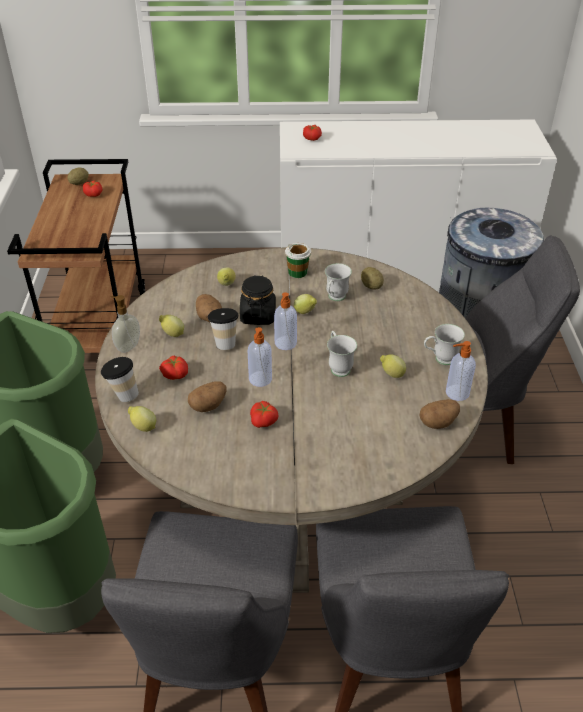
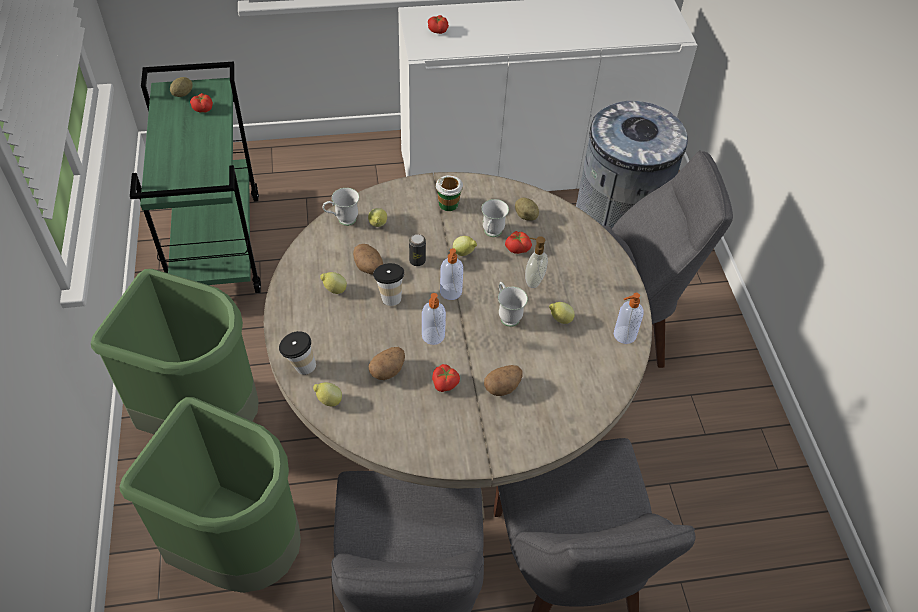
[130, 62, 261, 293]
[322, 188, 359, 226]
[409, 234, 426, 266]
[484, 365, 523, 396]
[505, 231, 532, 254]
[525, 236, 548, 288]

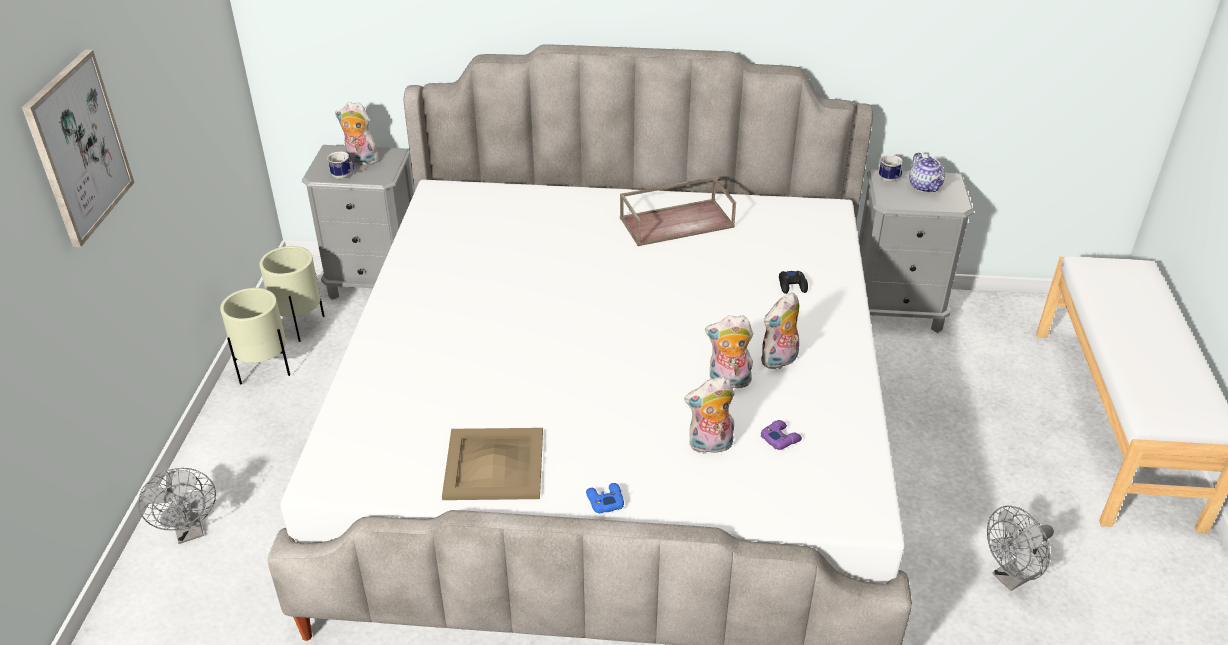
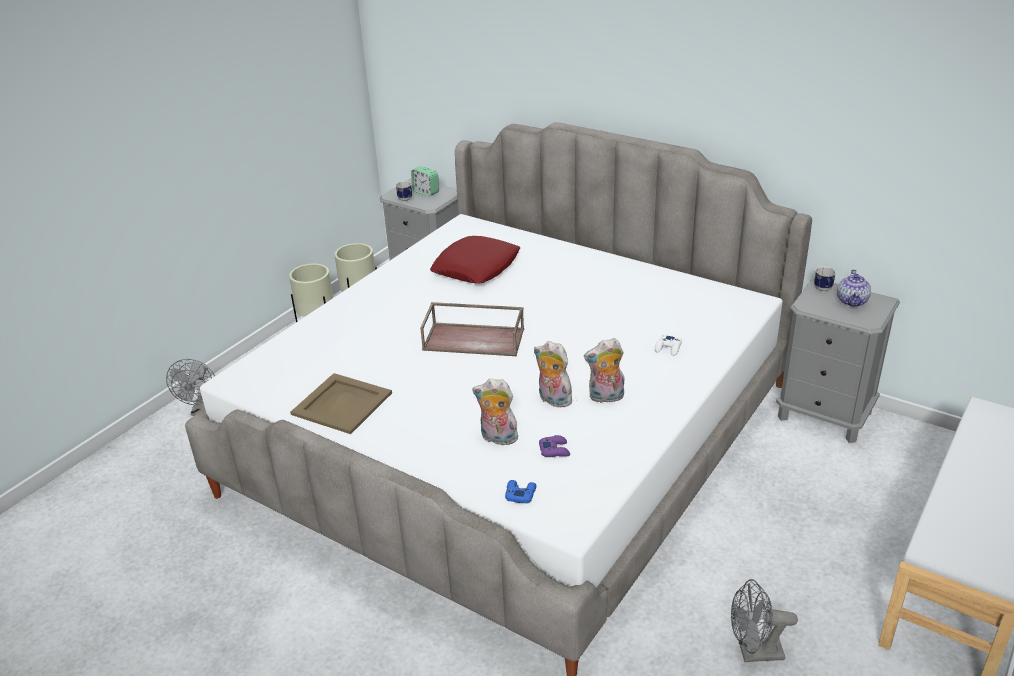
[411, 166, 439, 196]
[420, 302, 524, 356]
[430, 236, 520, 284]
[505, 480, 536, 503]
[655, 334, 682, 356]
[22, 49, 134, 247] (first image)

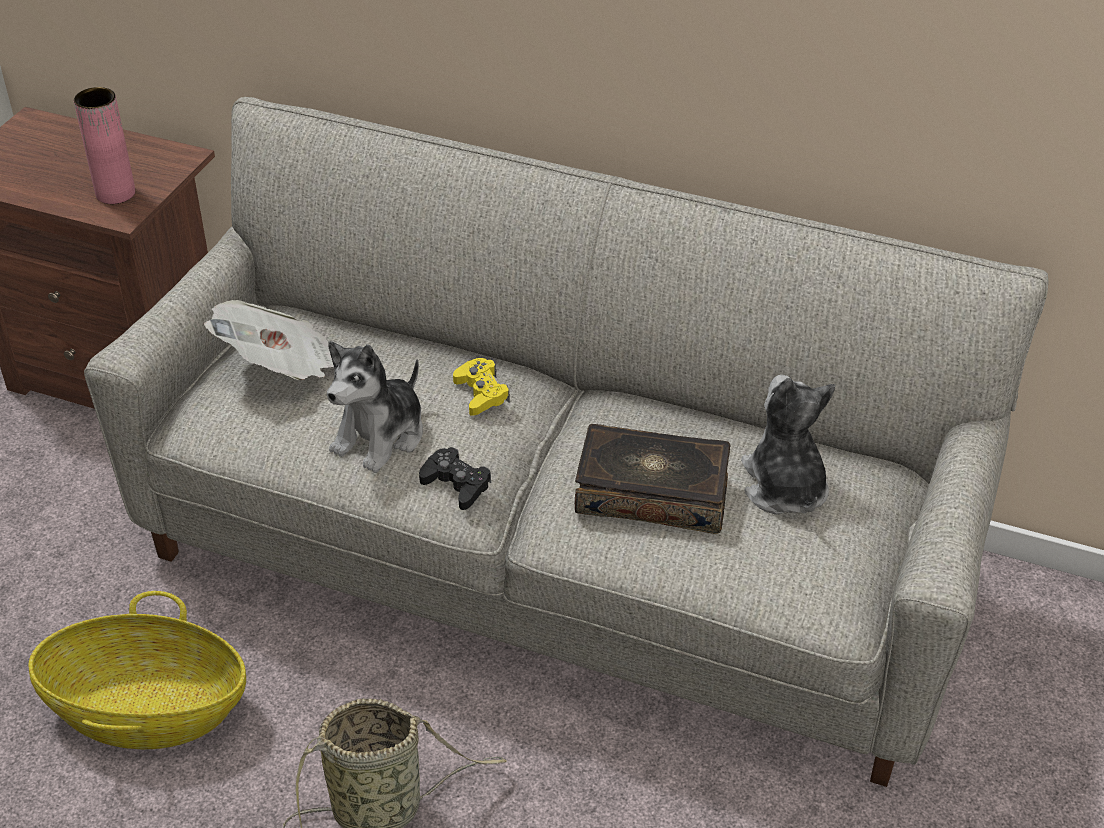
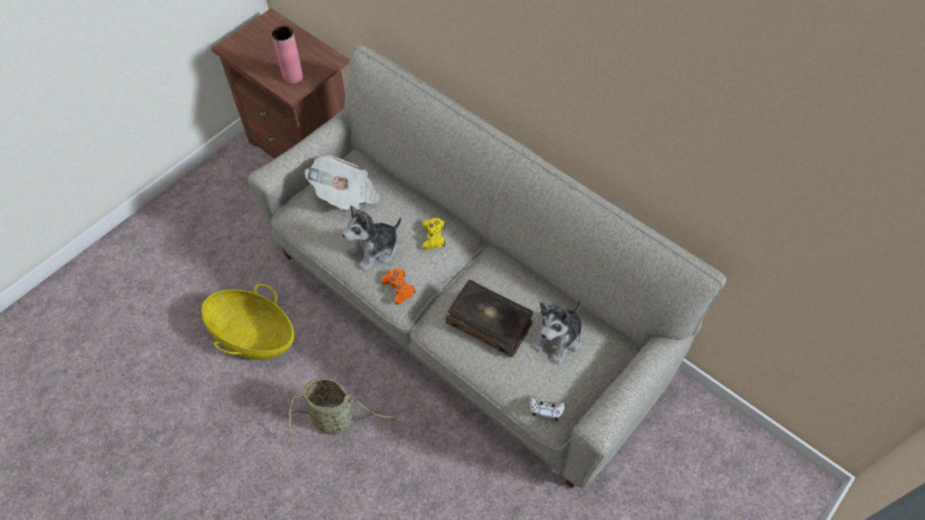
[382, 269, 415, 305]
[530, 396, 565, 421]
[532, 299, 582, 364]

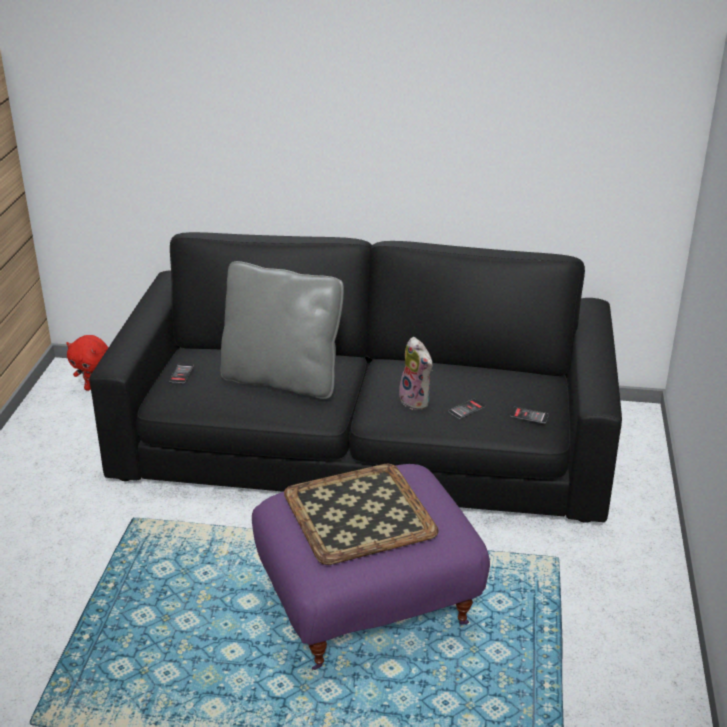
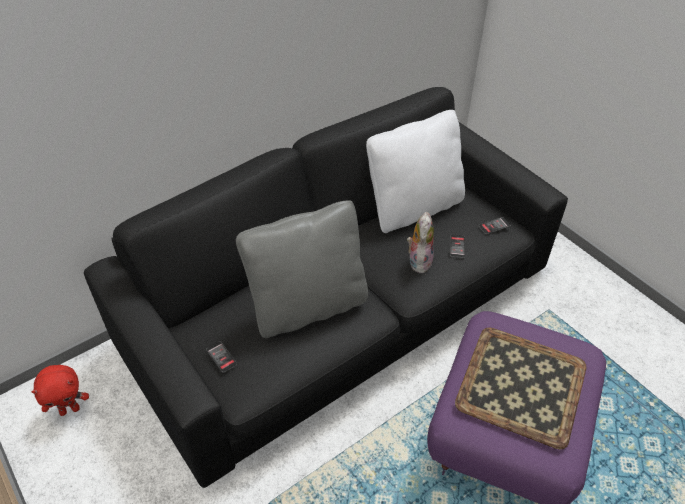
[366, 110, 465, 233]
[407, 212, 434, 273]

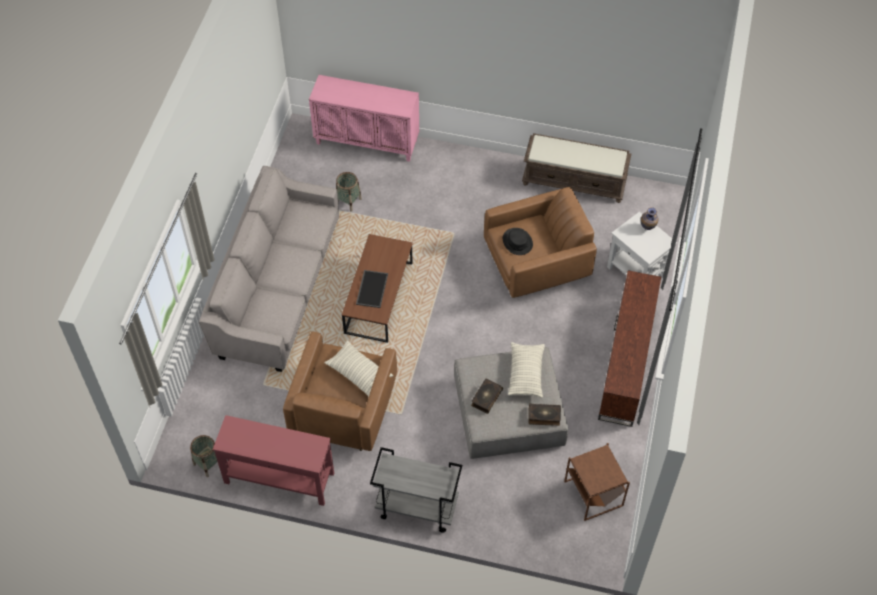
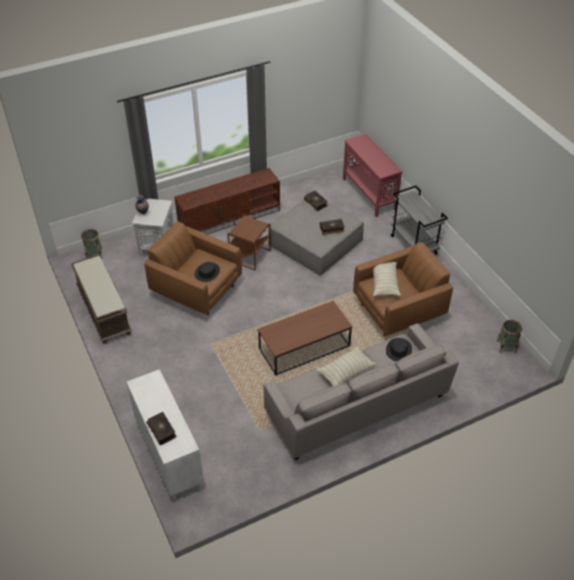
[81, 229, 102, 259]
[126, 369, 204, 500]
[147, 412, 177, 445]
[227, 214, 271, 270]
[316, 346, 376, 386]
[343, 134, 403, 217]
[386, 338, 412, 361]
[356, 270, 388, 308] (first image)

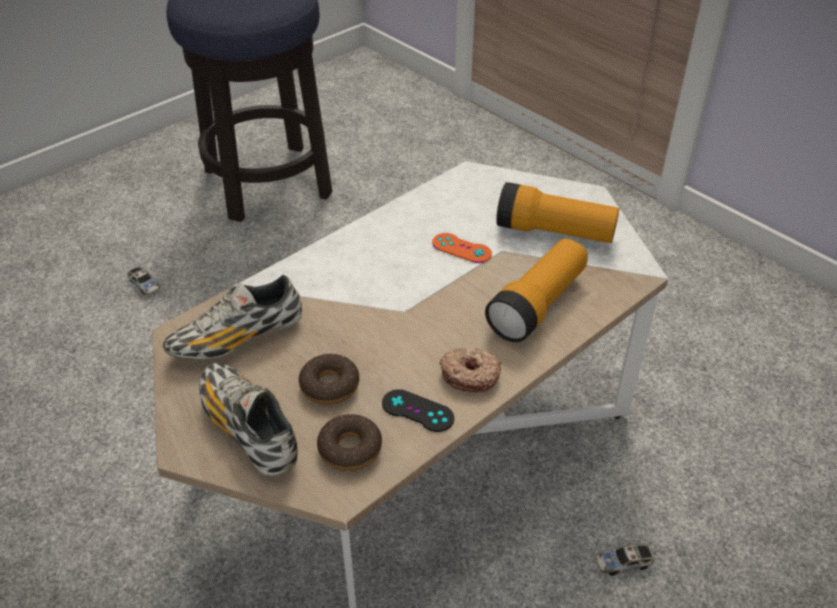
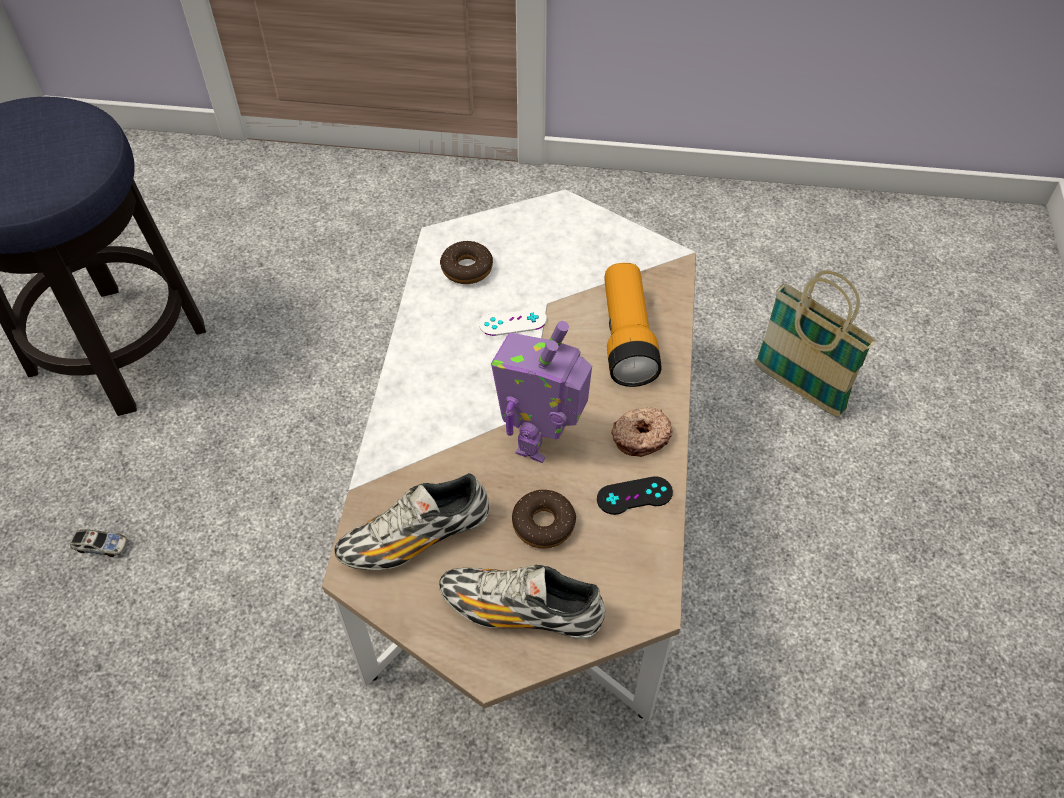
[334, 473, 489, 570]
[440, 241, 493, 284]
[479, 307, 547, 336]
[491, 321, 592, 463]
[755, 270, 876, 417]
[496, 182, 619, 243] (first image)
[596, 544, 654, 576] (first image)

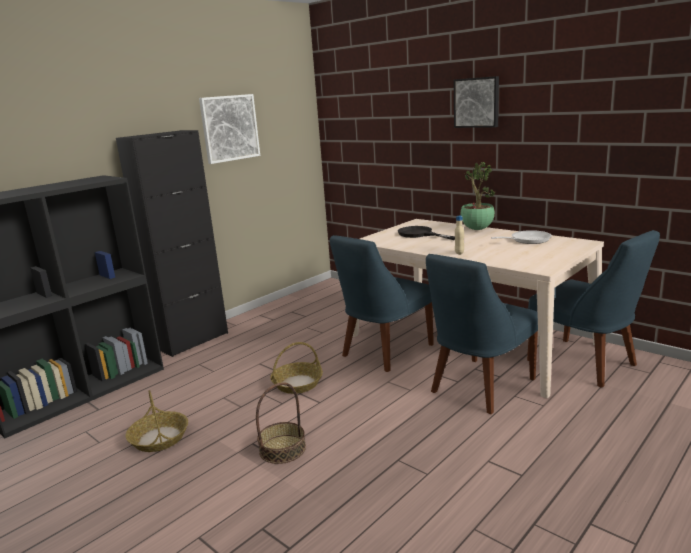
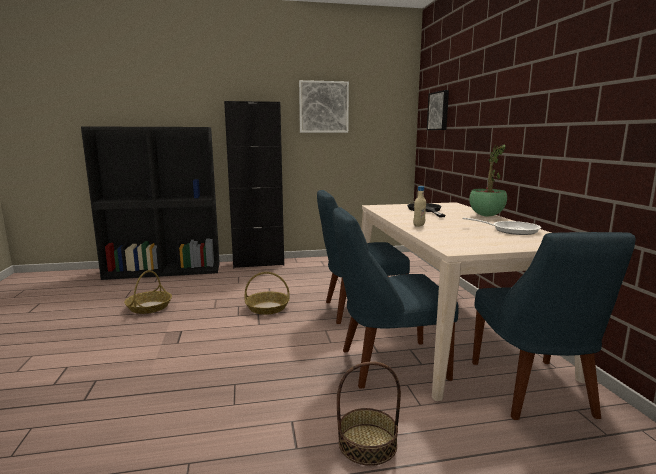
[337, 362, 401, 466]
[427, 90, 449, 130]

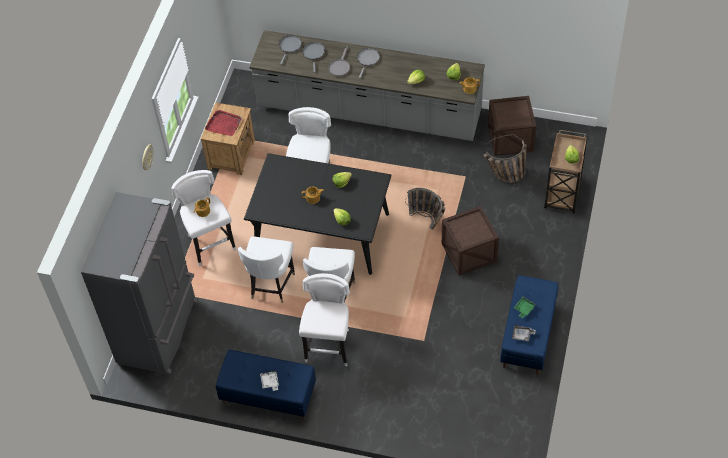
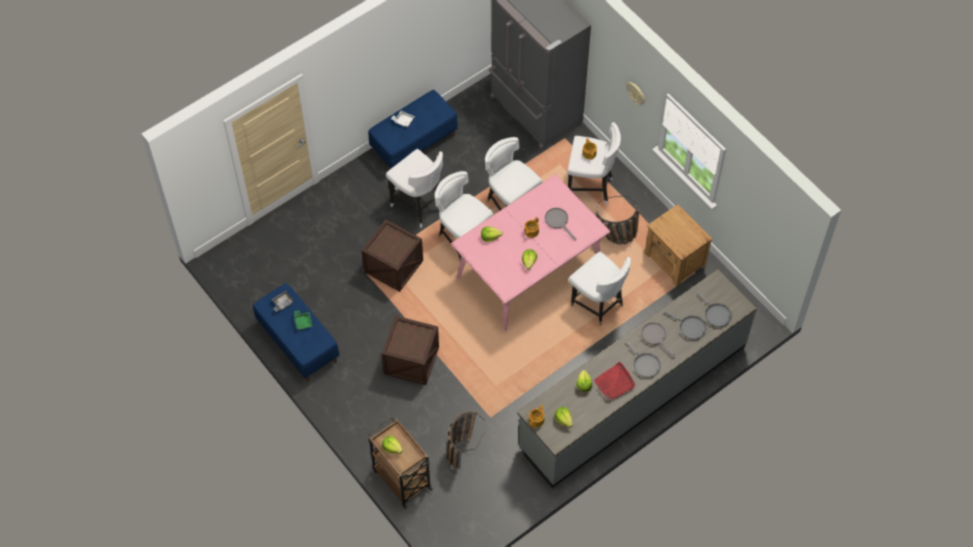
[361, 219, 423, 292]
[451, 174, 611, 331]
[545, 208, 576, 241]
[594, 196, 640, 245]
[594, 362, 635, 400]

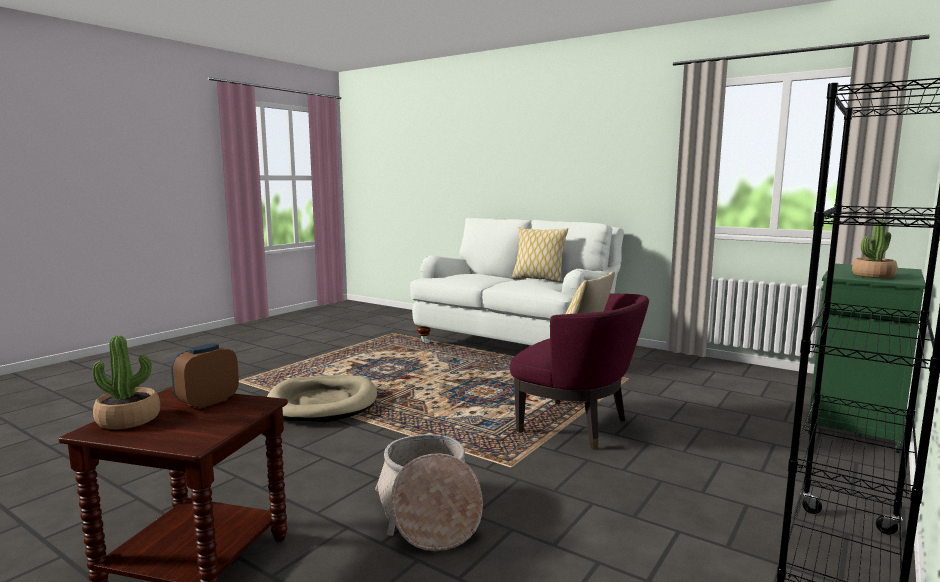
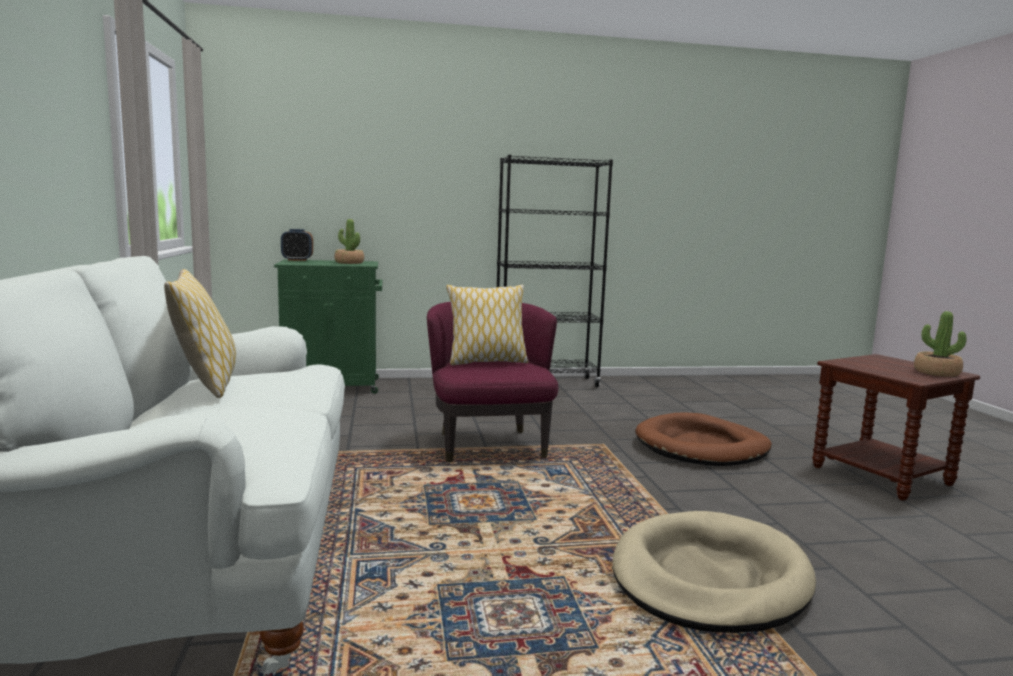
[281, 229, 313, 261]
[635, 412, 772, 466]

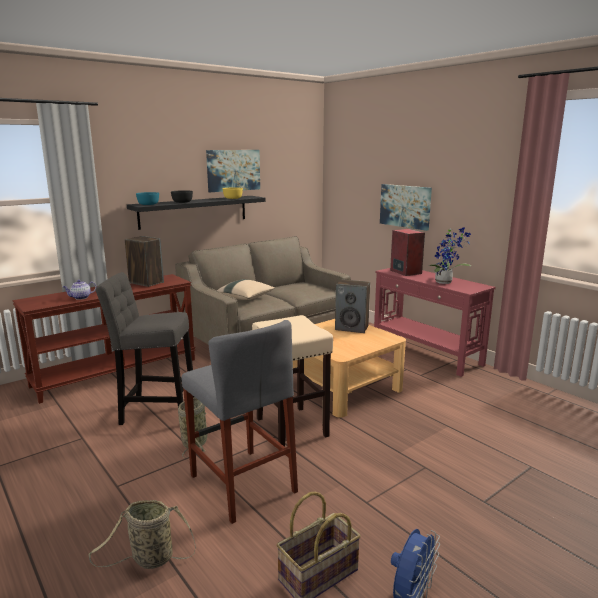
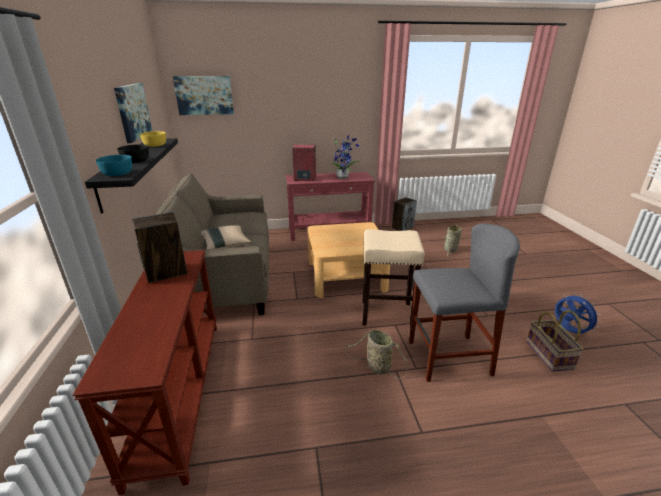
[173, 76, 234, 115]
[392, 197, 417, 231]
[443, 224, 462, 258]
[63, 280, 97, 300] (first image)
[96, 272, 194, 425] (first image)

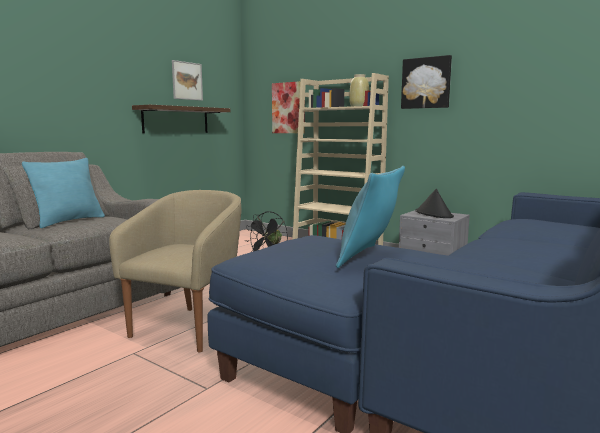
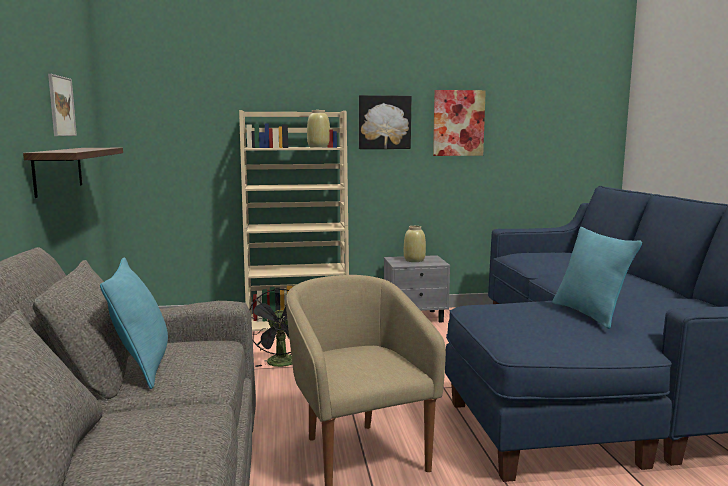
[404, 226, 426, 262]
[433, 90, 486, 156]

